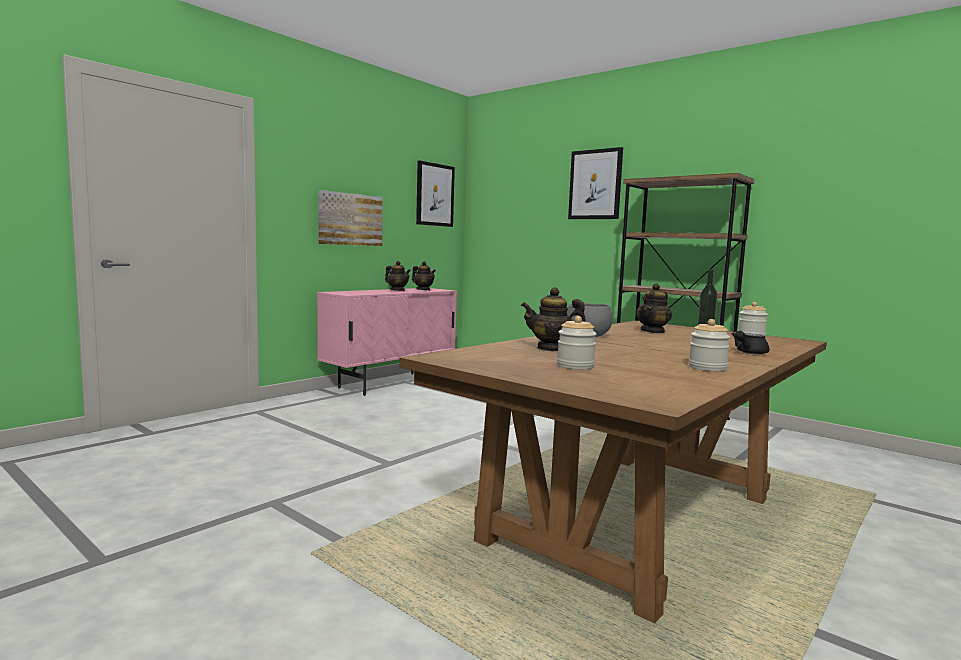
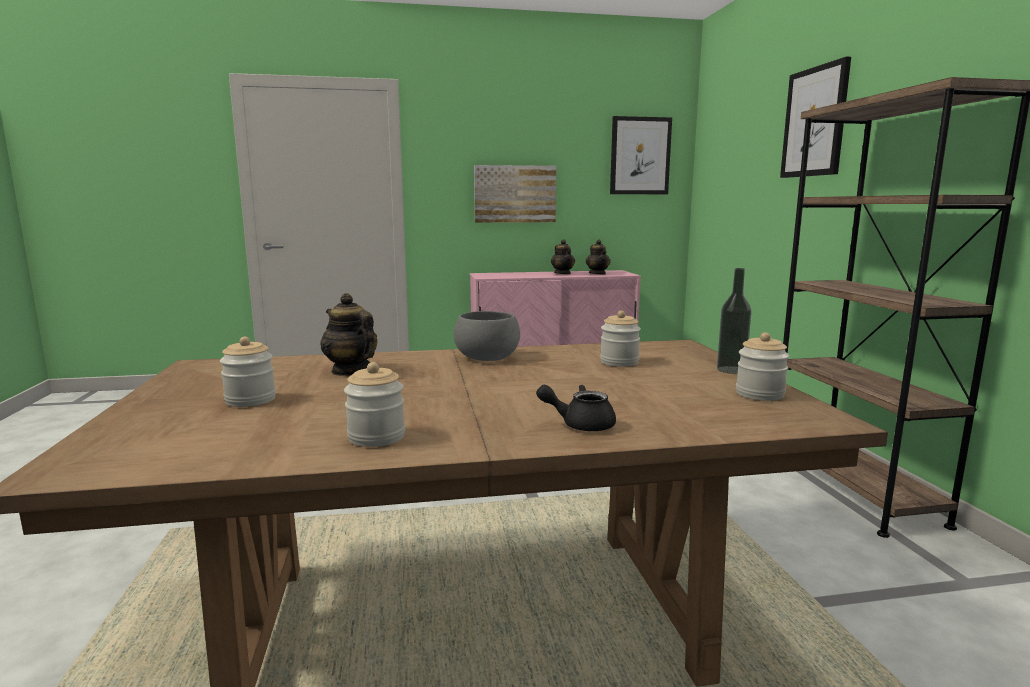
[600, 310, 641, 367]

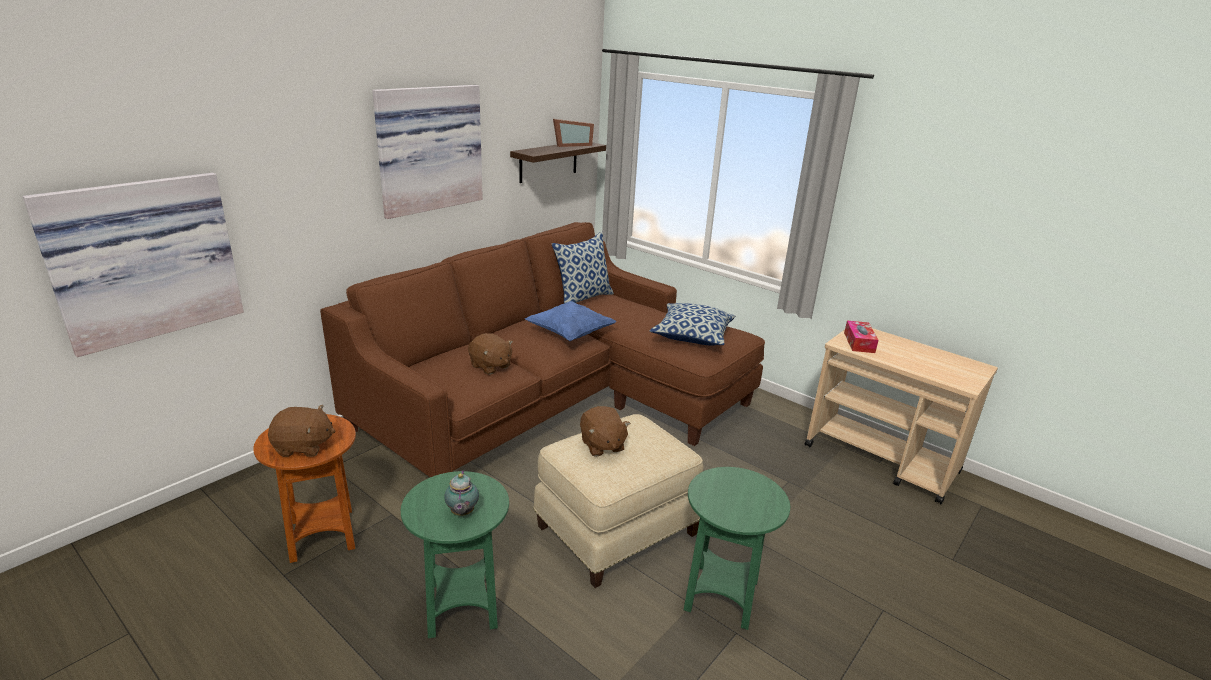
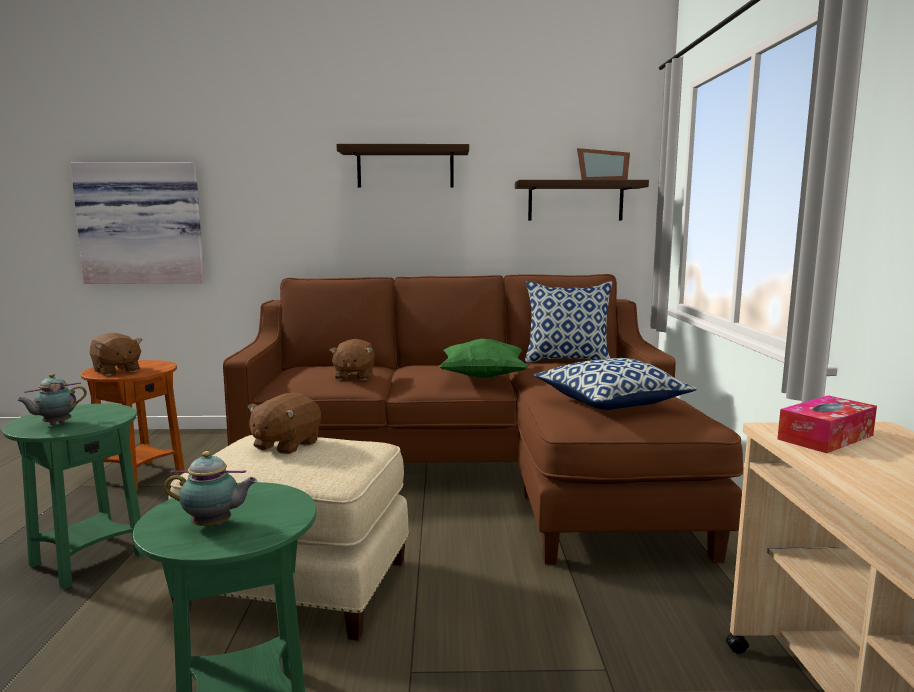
[164, 451, 257, 526]
[336, 144, 469, 188]
[439, 339, 528, 378]

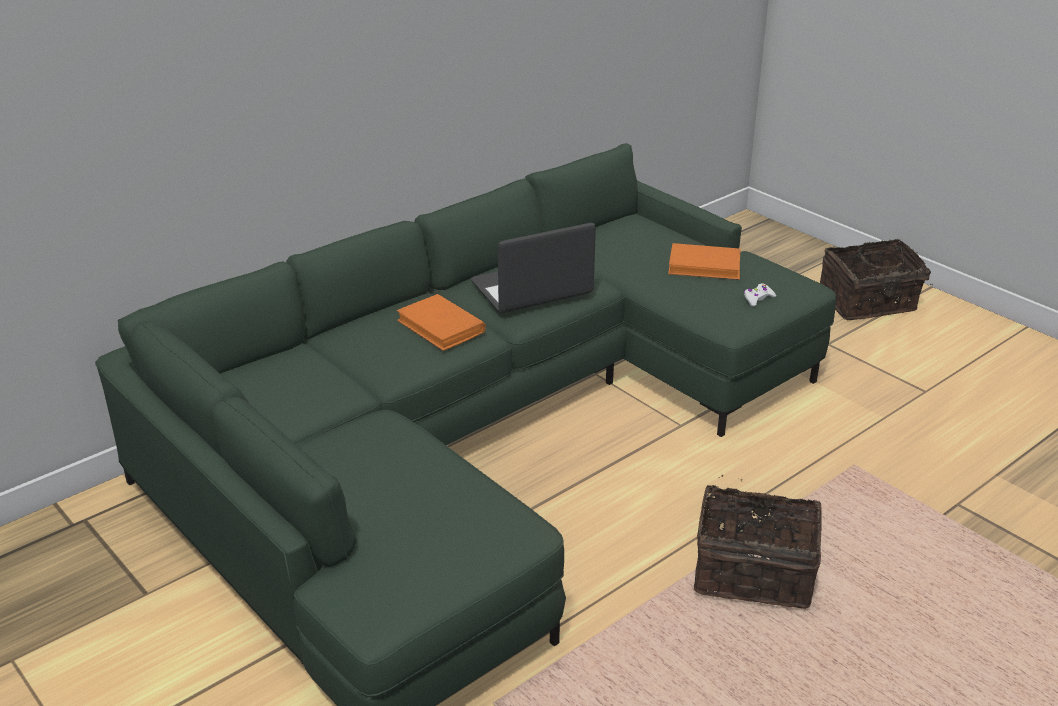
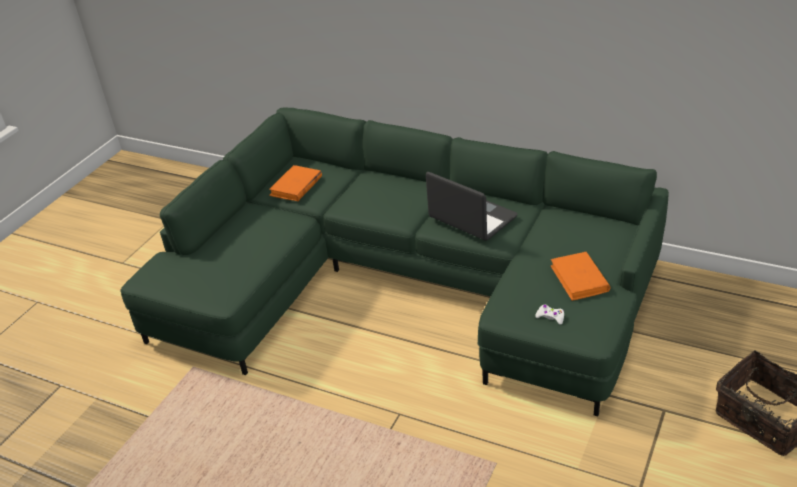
[269, 165, 322, 201]
[693, 475, 822, 609] (first image)

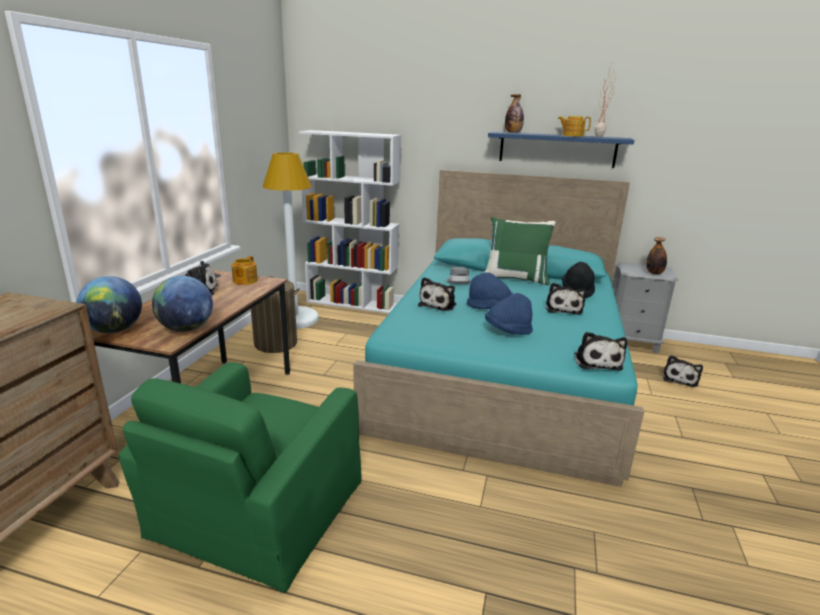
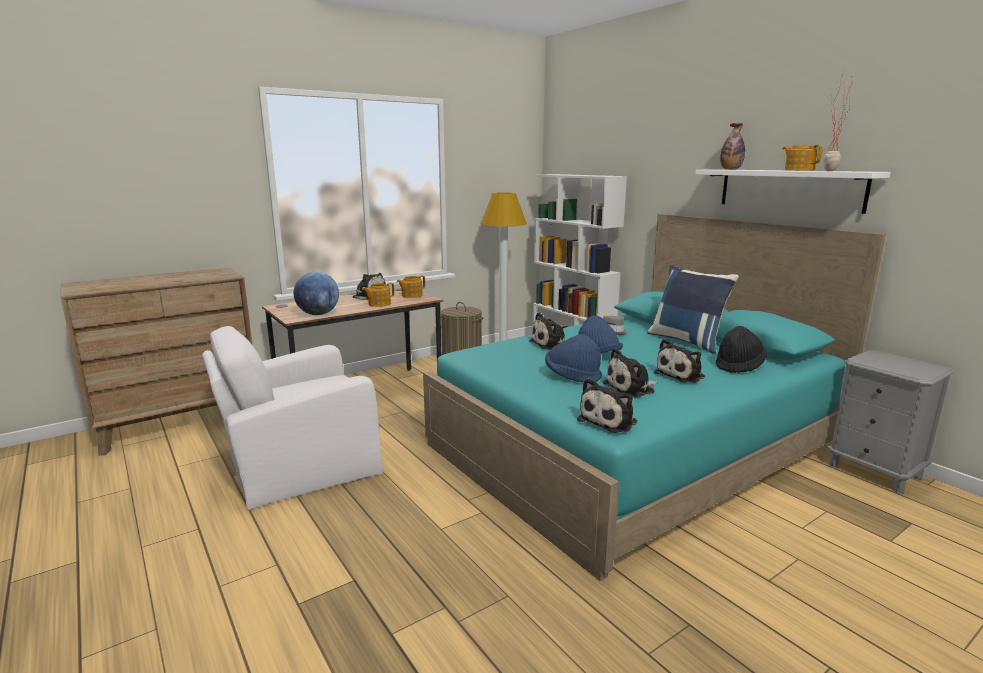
[202, 326, 383, 510]
[362, 283, 395, 307]
[603, 348, 658, 397]
[647, 265, 739, 354]
[695, 169, 891, 214]
[76, 276, 142, 333] (first image)
[646, 237, 667, 274] (first image)

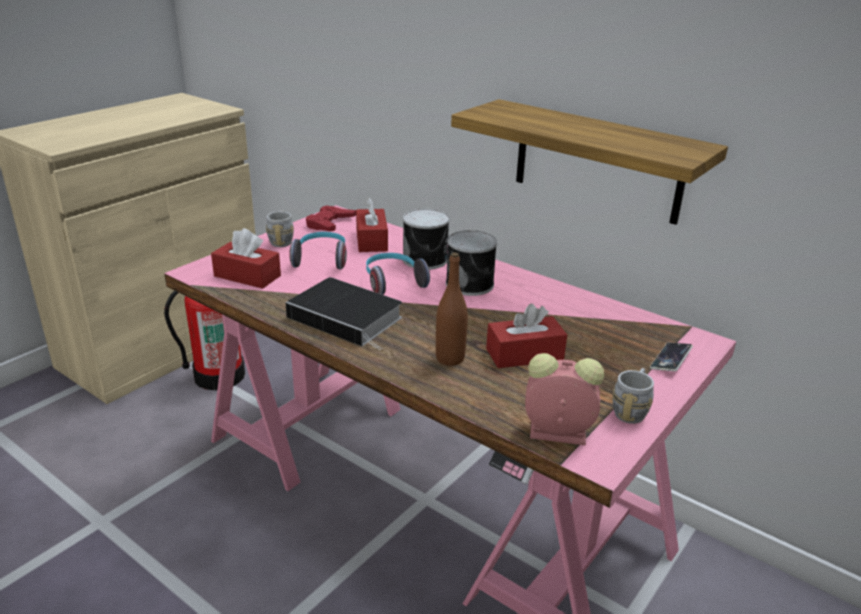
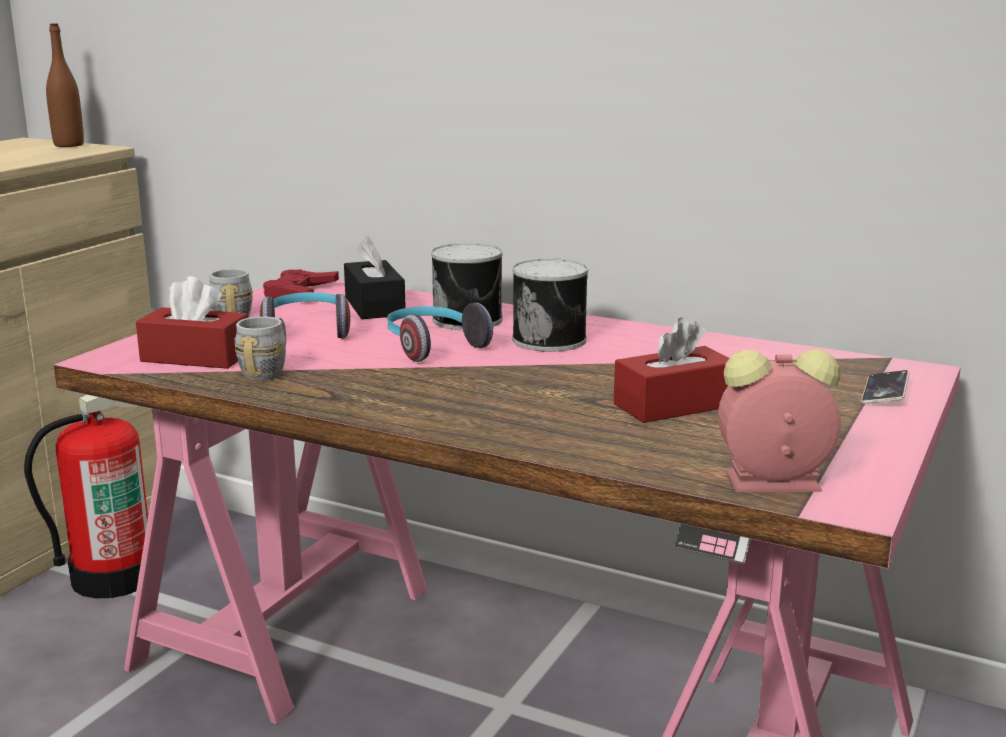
[46, 24, 84, 147]
[234, 316, 286, 381]
[344, 236, 406, 319]
[286, 277, 402, 350] (first image)
[451, 99, 728, 225] (first image)

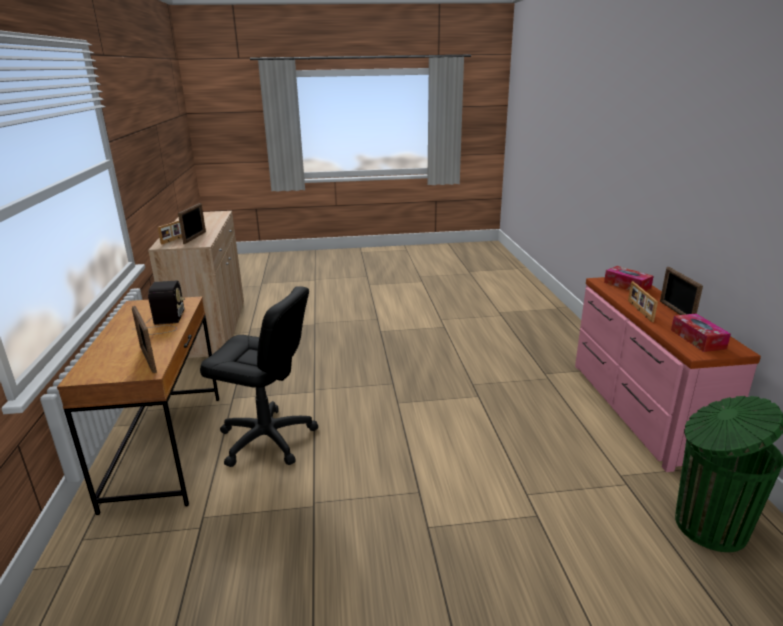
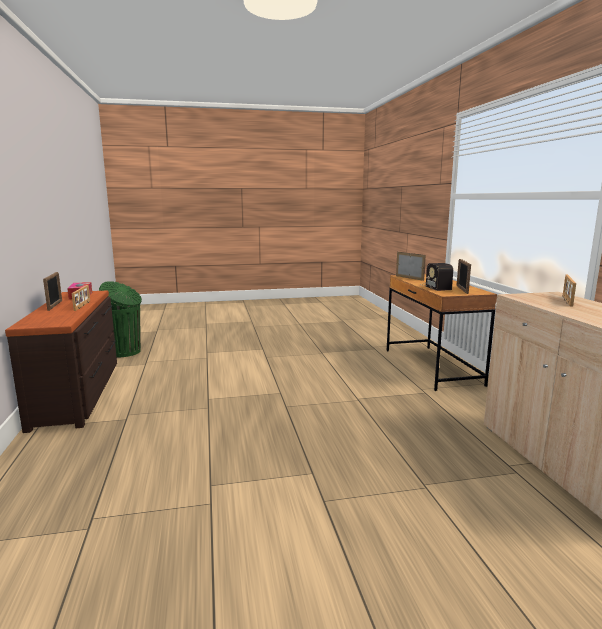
[5, 290, 117, 433]
[456, 259, 471, 294]
[200, 286, 318, 467] (first image)
[604, 266, 654, 291] (first image)

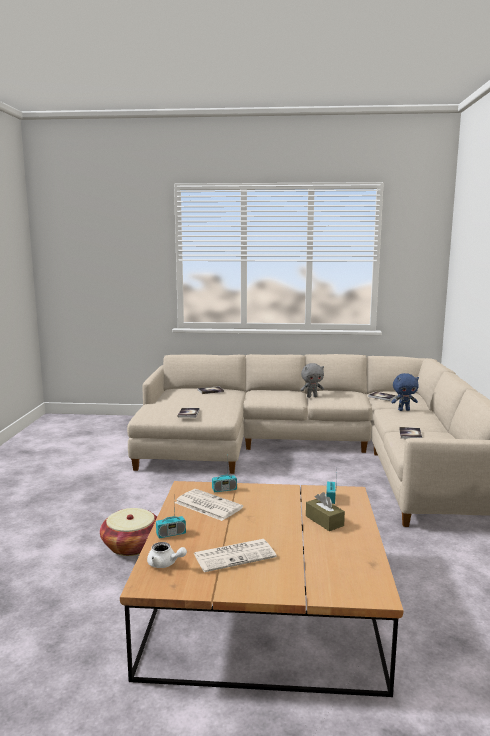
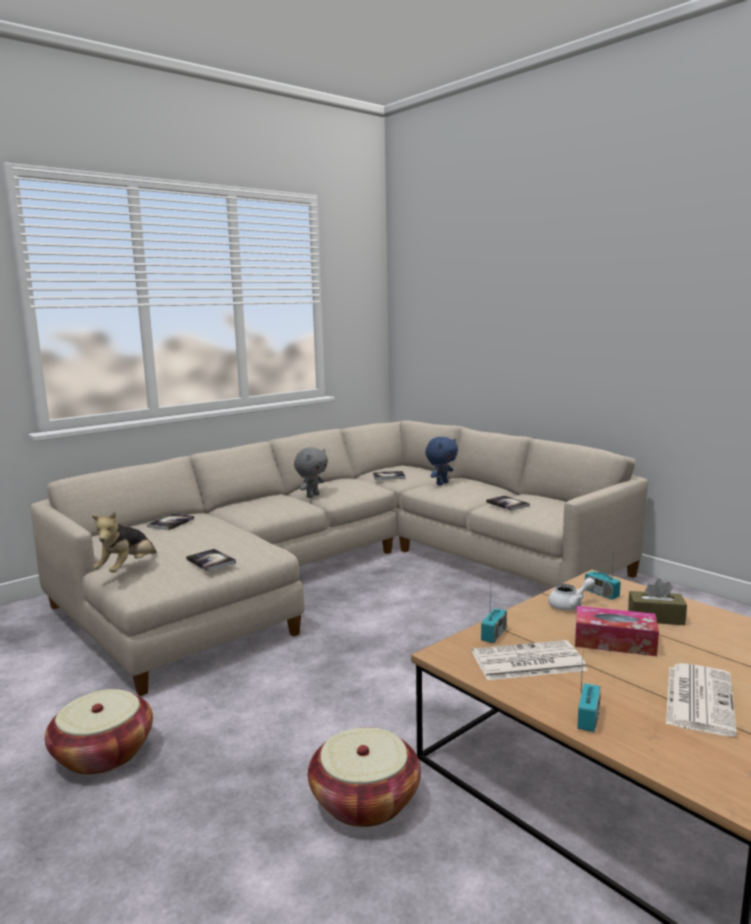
[45, 689, 153, 775]
[92, 511, 156, 573]
[548, 578, 595, 611]
[575, 606, 659, 656]

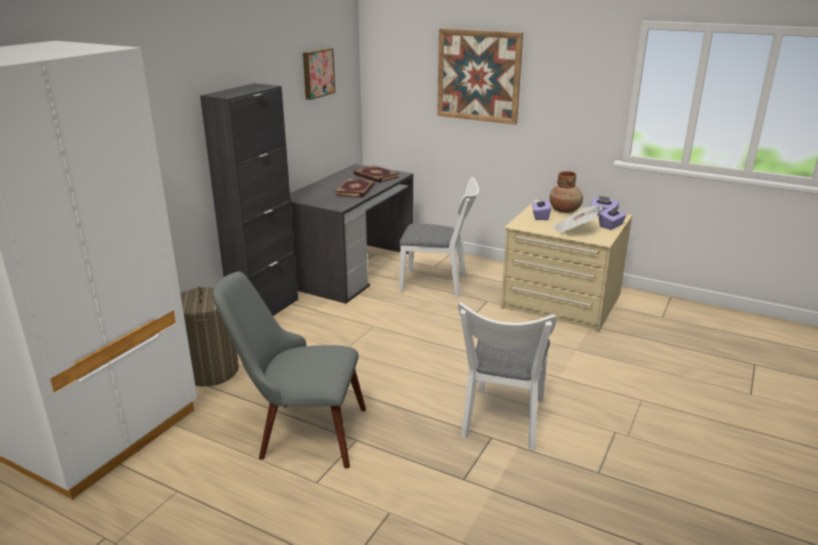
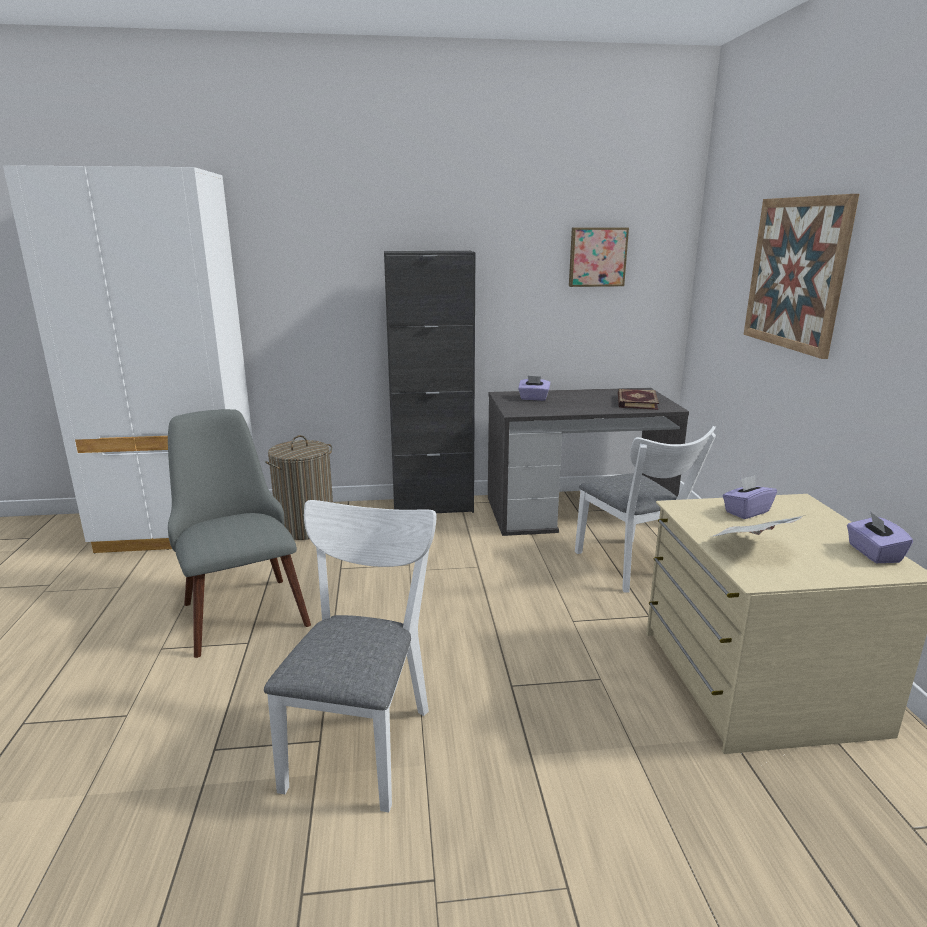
[264, 500, 437, 812]
[518, 376, 551, 401]
[335, 179, 375, 198] (first image)
[550, 171, 583, 213] (first image)

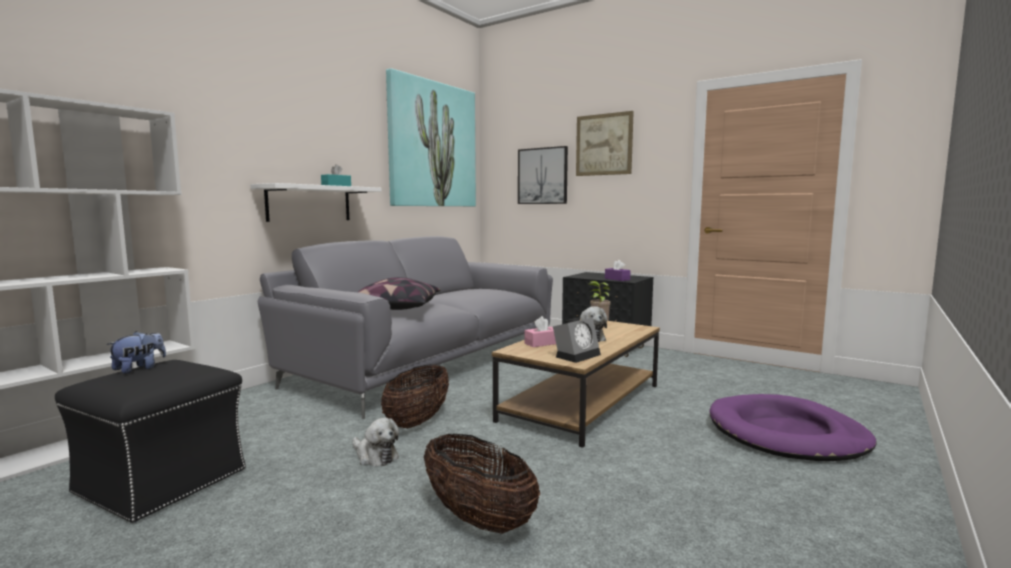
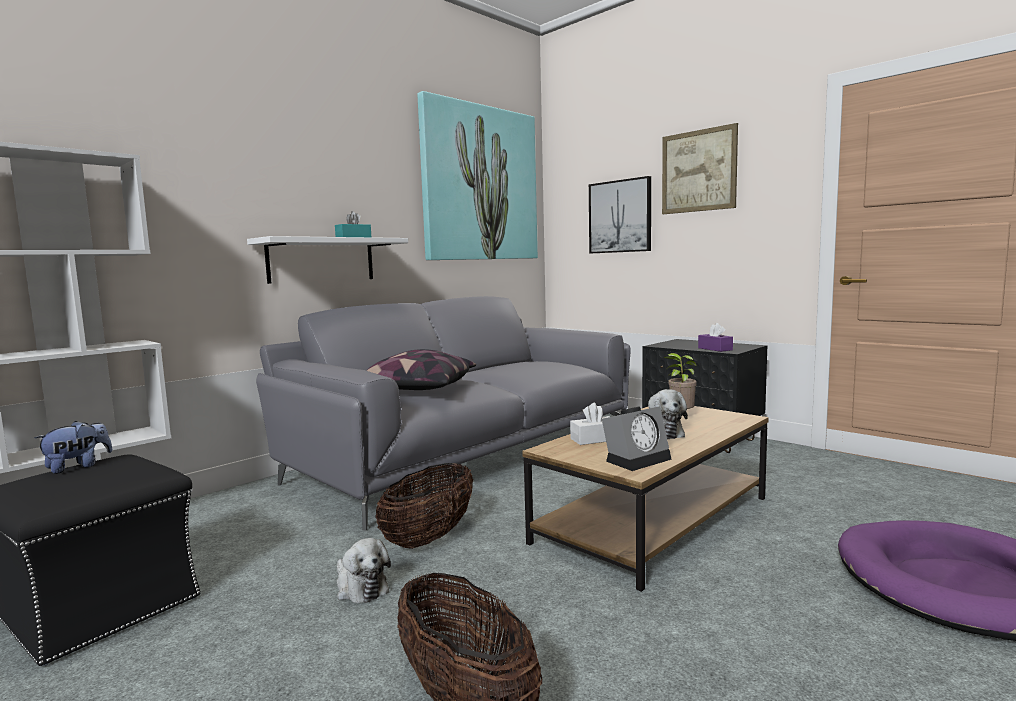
[570, 403, 609, 445]

